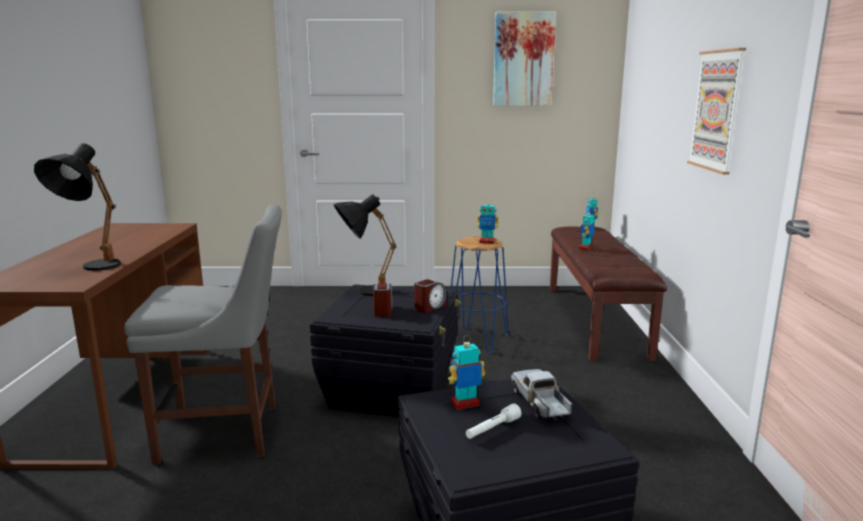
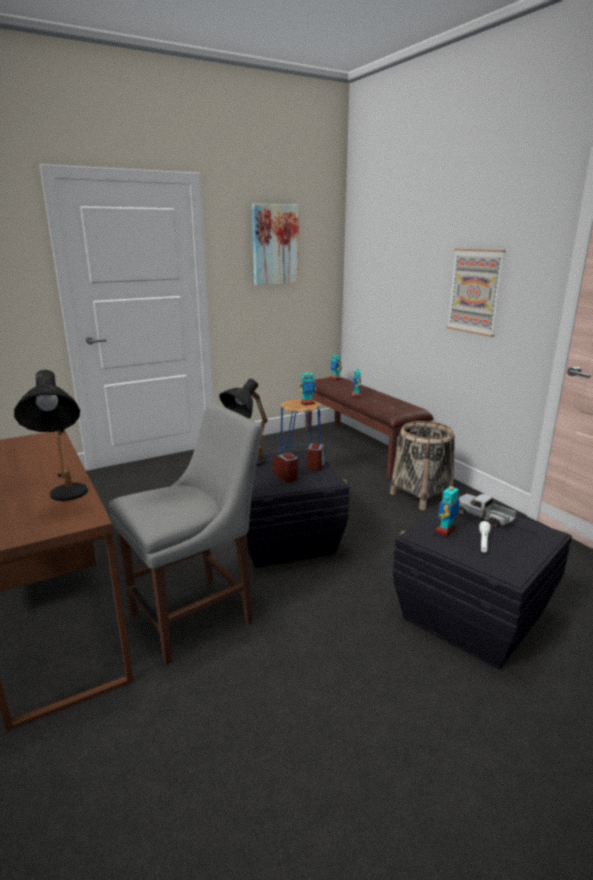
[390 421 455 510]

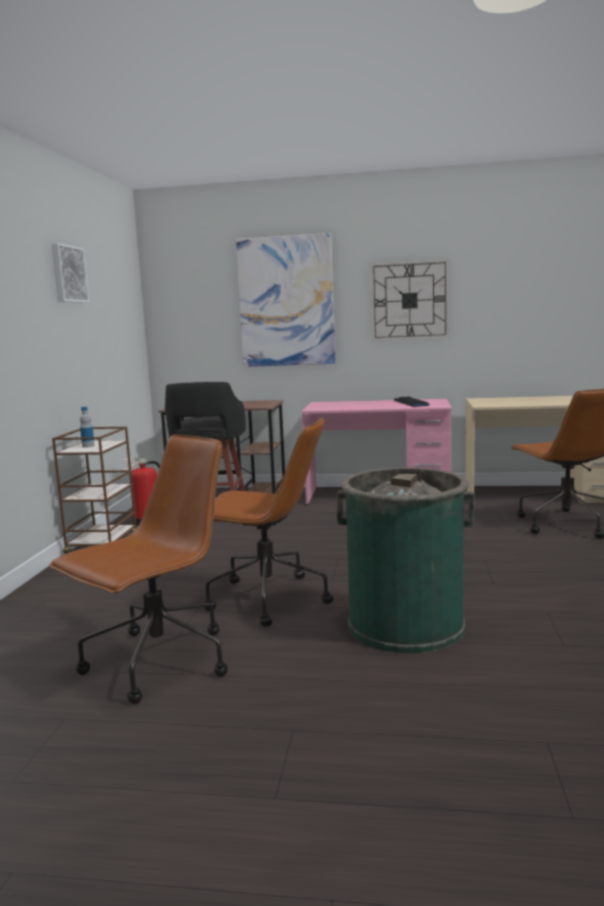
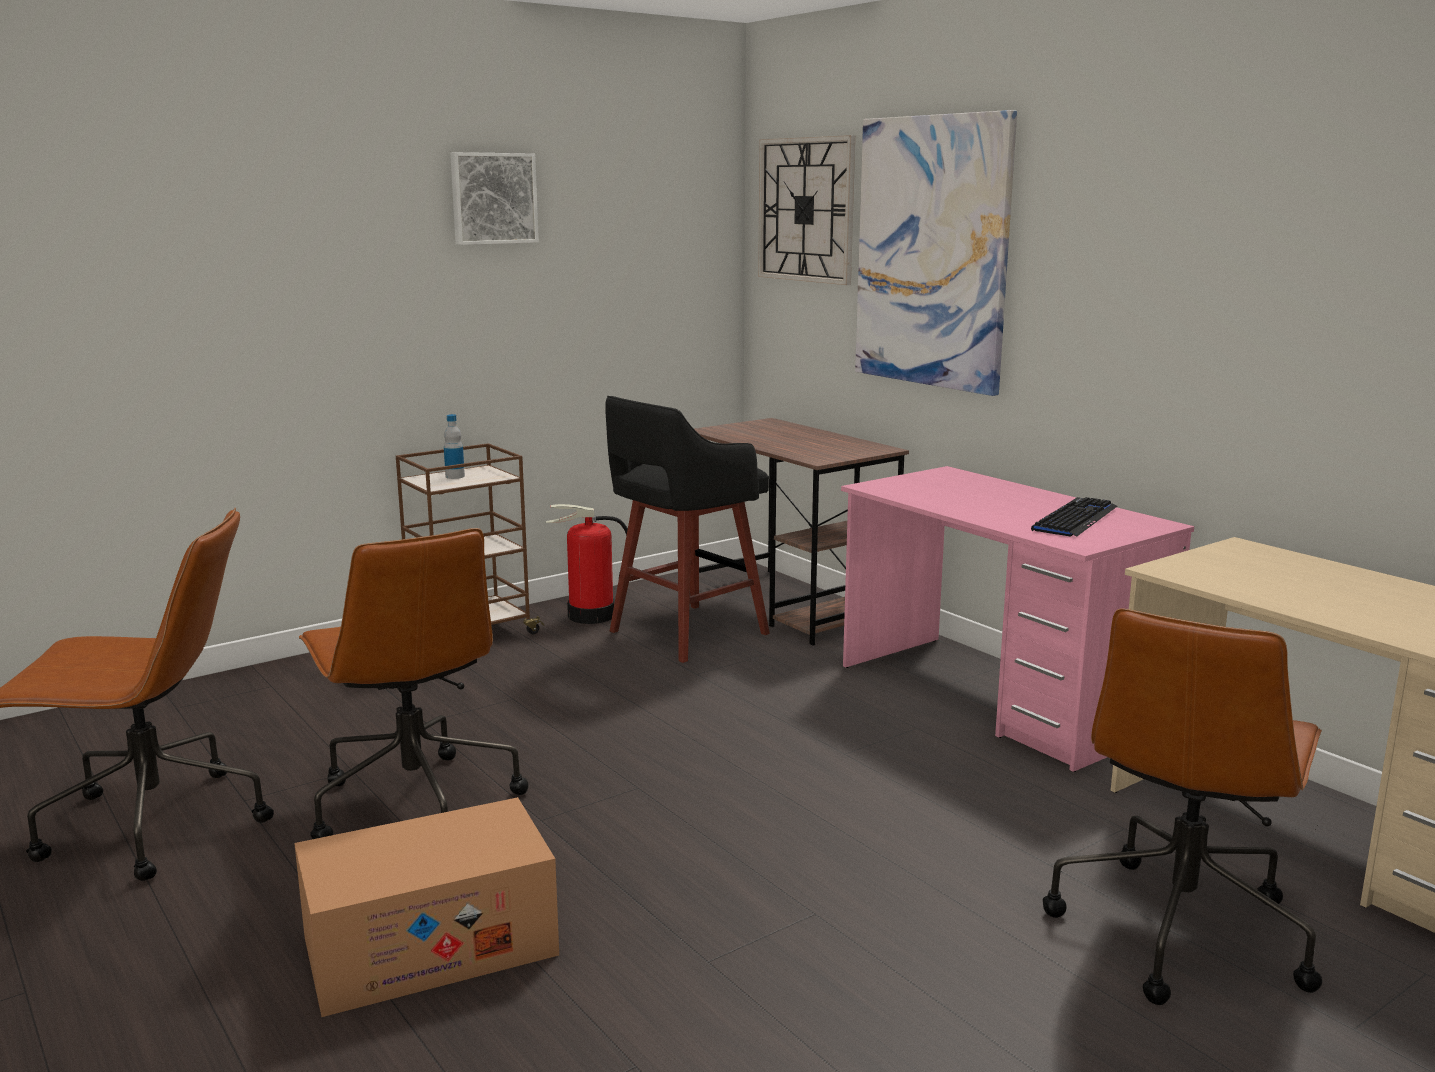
[294 797 559 1017]
[758 135 855 285]

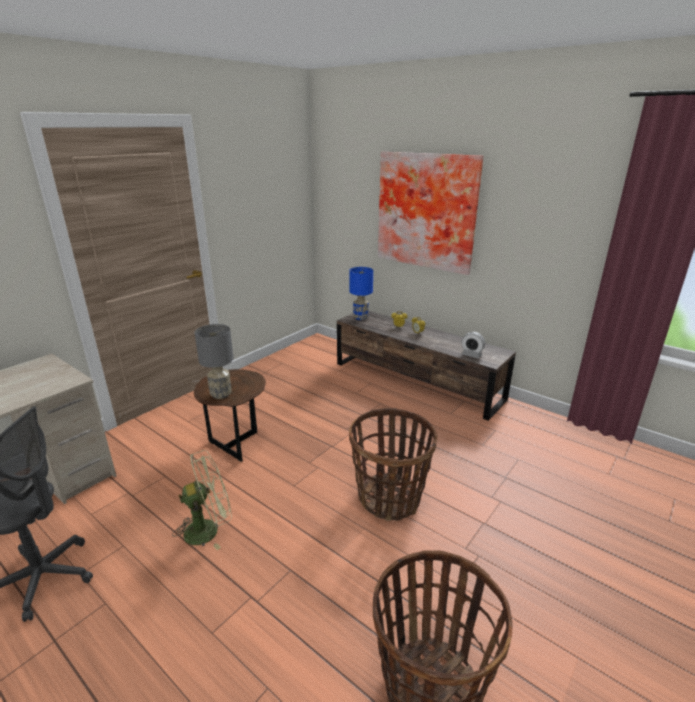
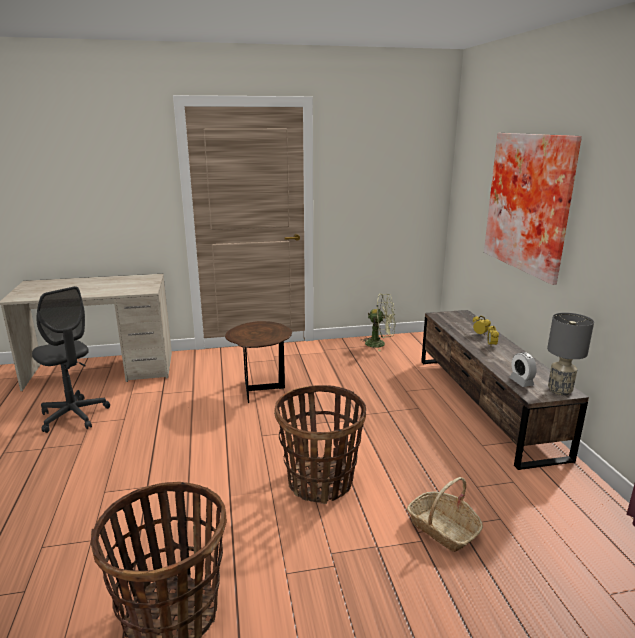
[360 293 395 351]
[407 477 483 552]
[547 313 594 395]
[349 267 373 320] (first image)

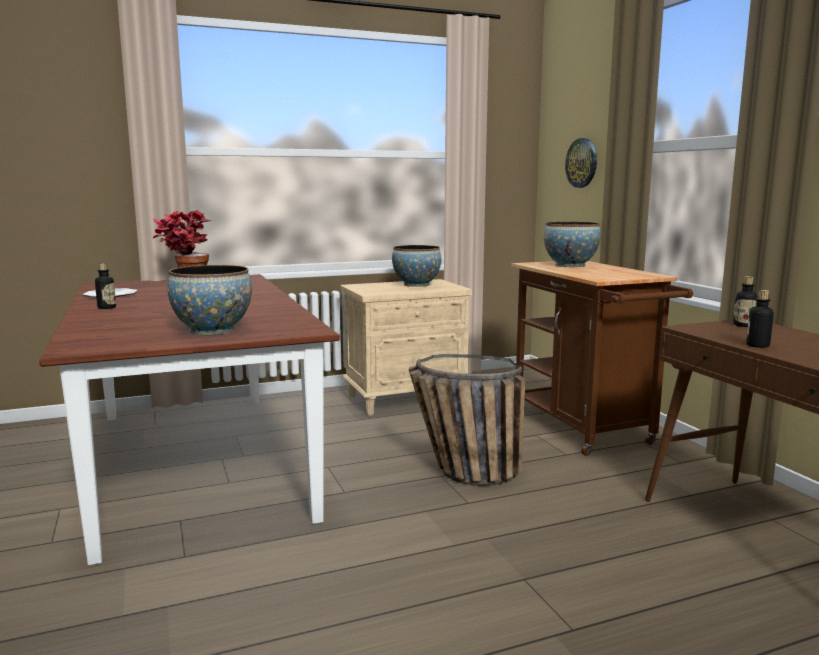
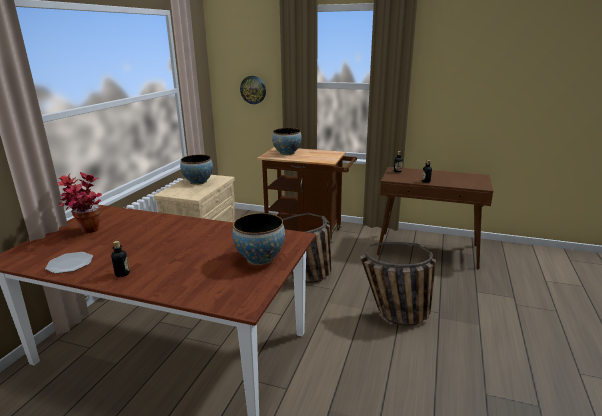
[360 242 436 326]

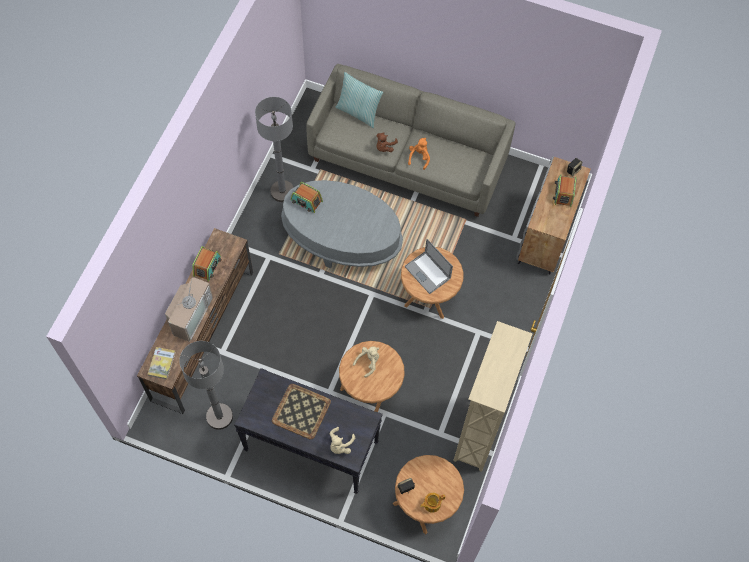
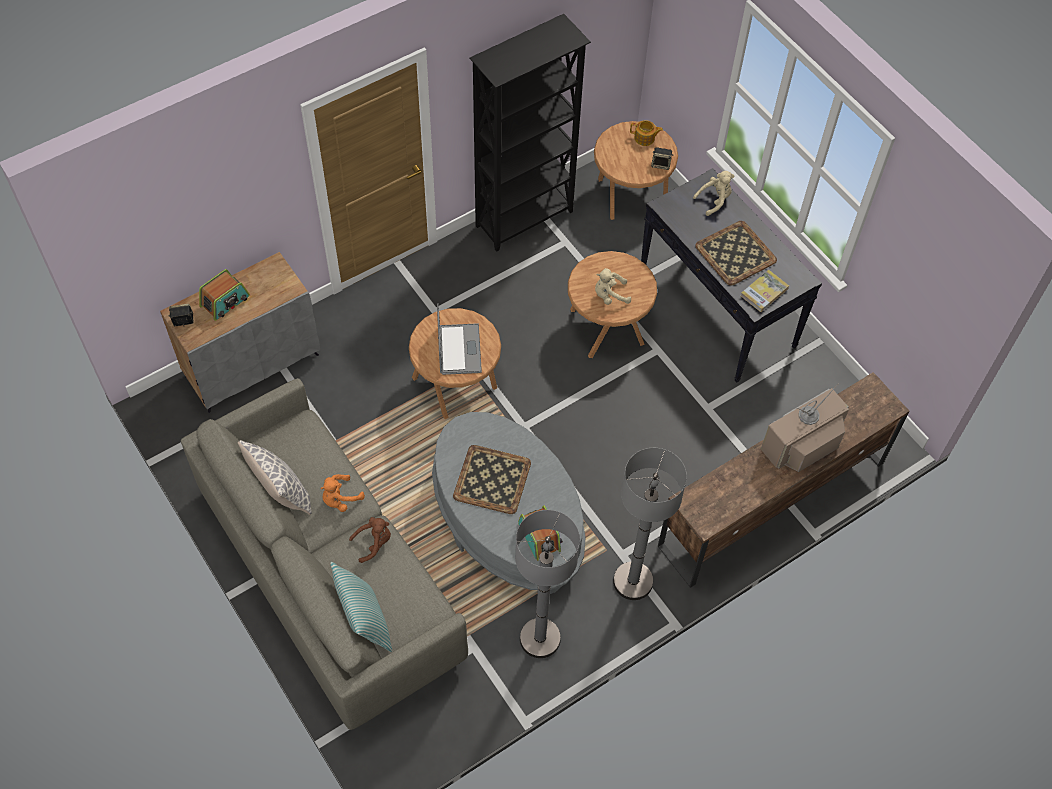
[238 440 312 515]
[453 445 531 514]
[469 14 591 252]
[613 448 687 600]
[741 270 789 312]
[192 246 222 282] (first image)

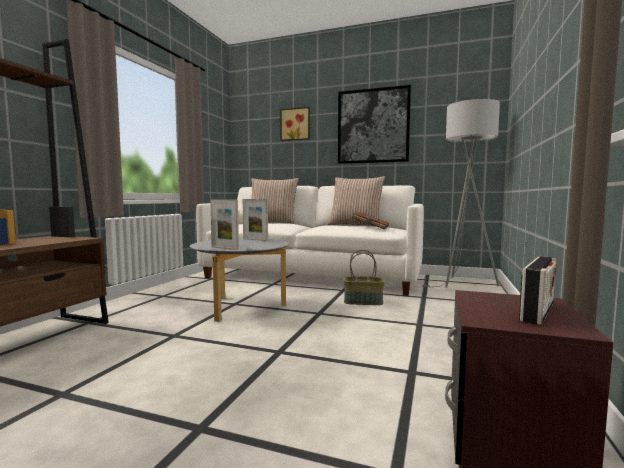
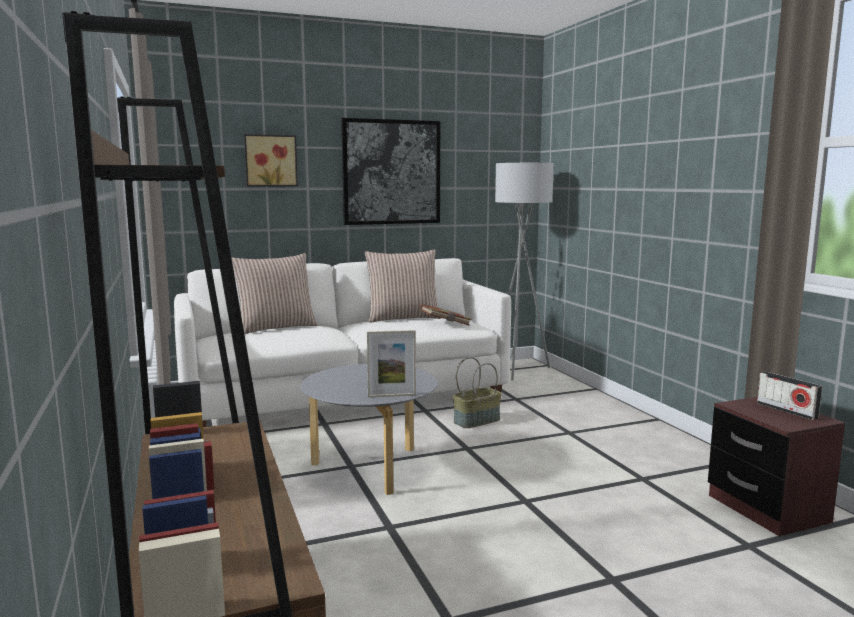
[757 372 823 420]
[243 199 268 241] (first image)

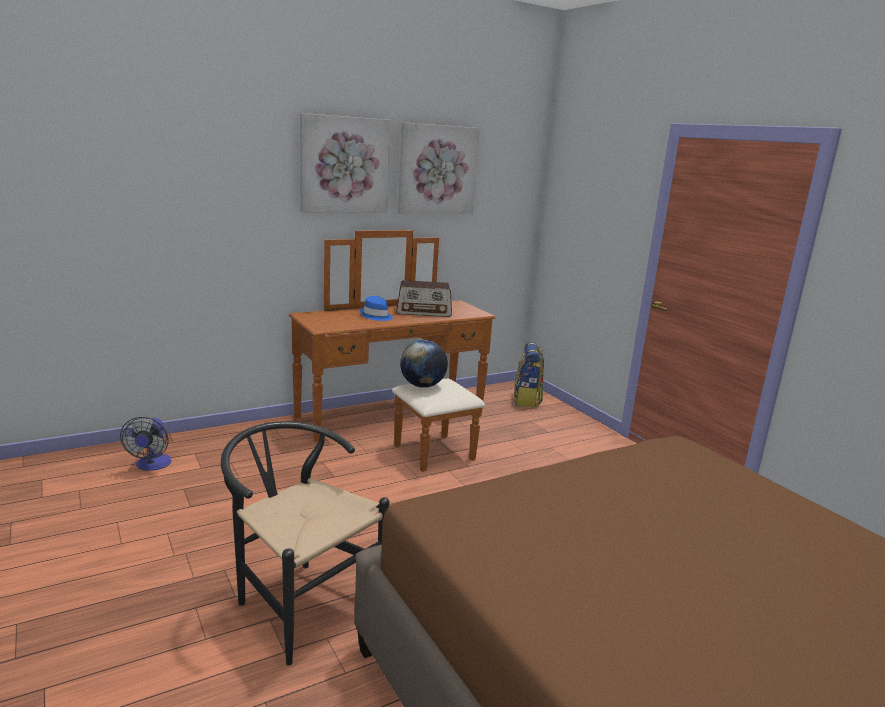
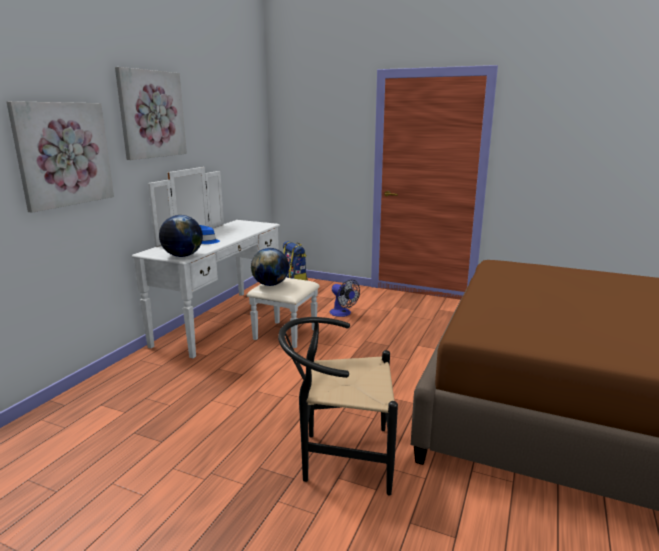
[7 101 114 213]
[132 167 320 358]
[159 215 203 257]
[330 279 360 317]
[396 280 452 317] (first image)

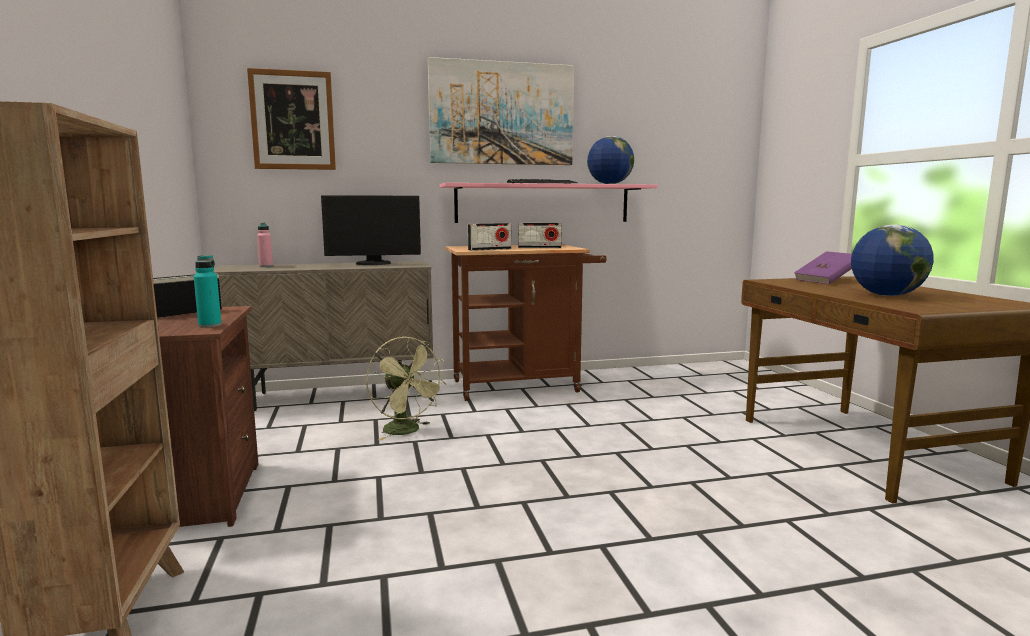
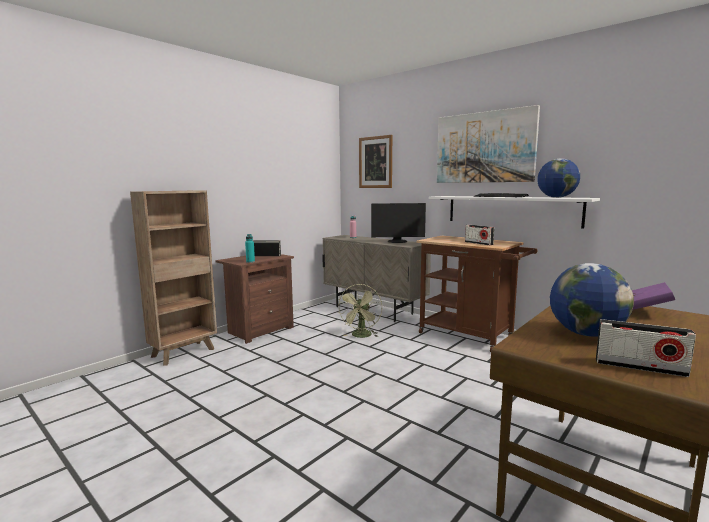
[371 203 426 243]
[429 196 600 229]
[596 319 696 377]

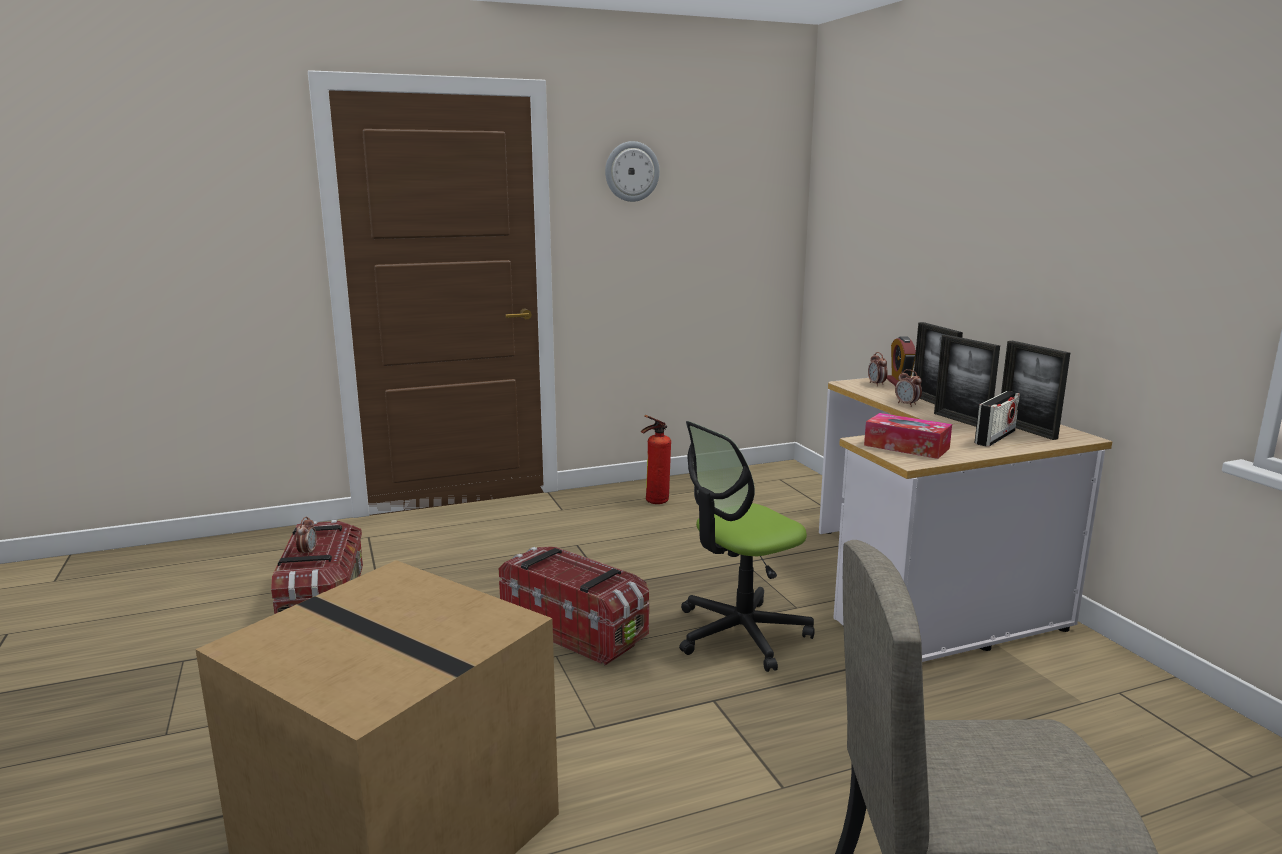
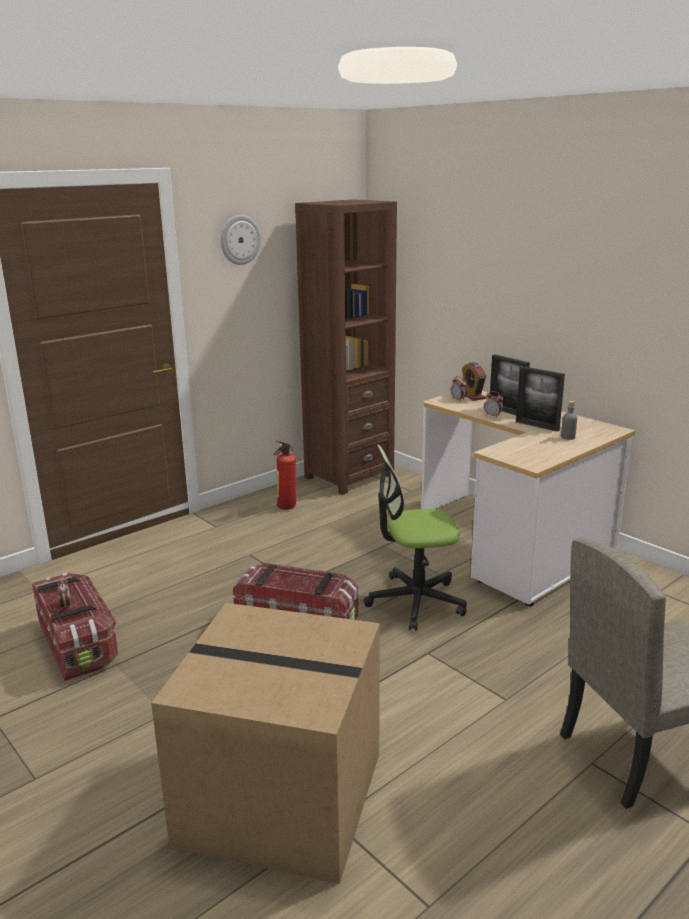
[295 199 397 495]
[363 444 467 631]
[561 401 577 440]
[864 413 952 459] (first image)
[1001 341 1070 440] (first image)

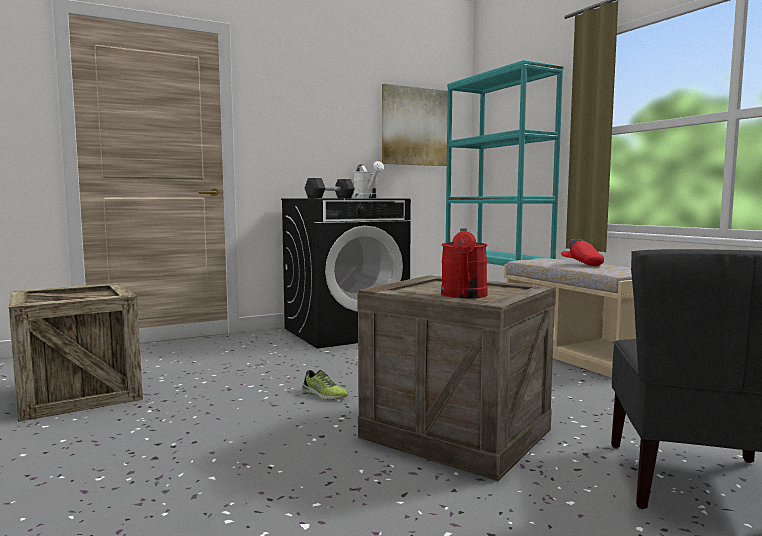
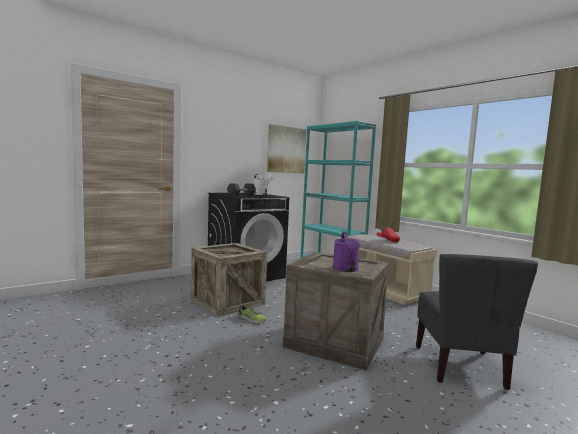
[191 243 267 317]
[333 232 360 272]

